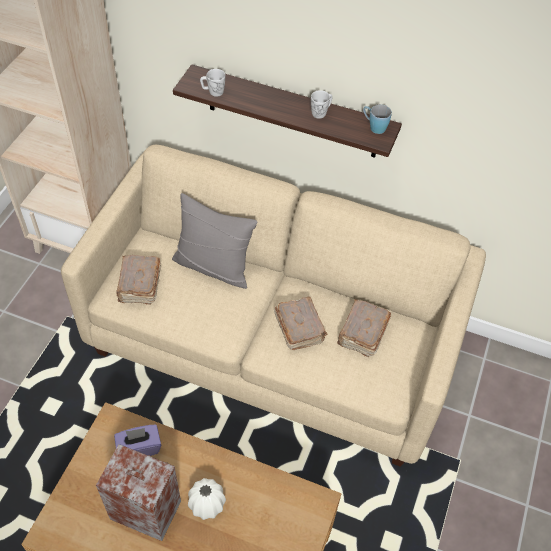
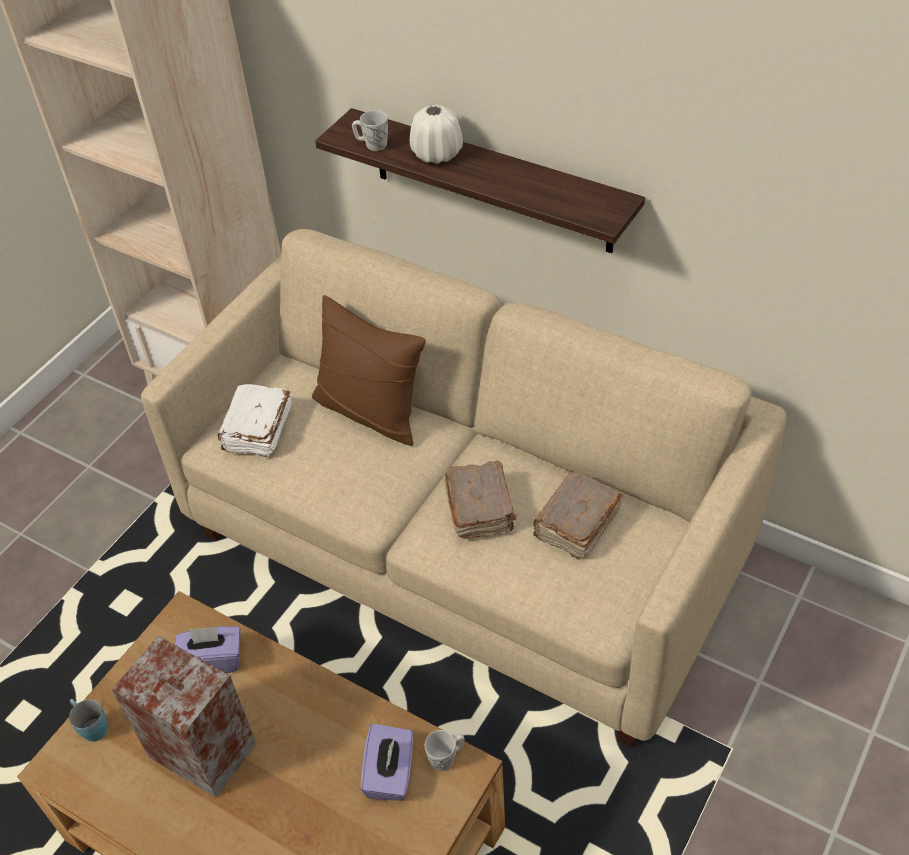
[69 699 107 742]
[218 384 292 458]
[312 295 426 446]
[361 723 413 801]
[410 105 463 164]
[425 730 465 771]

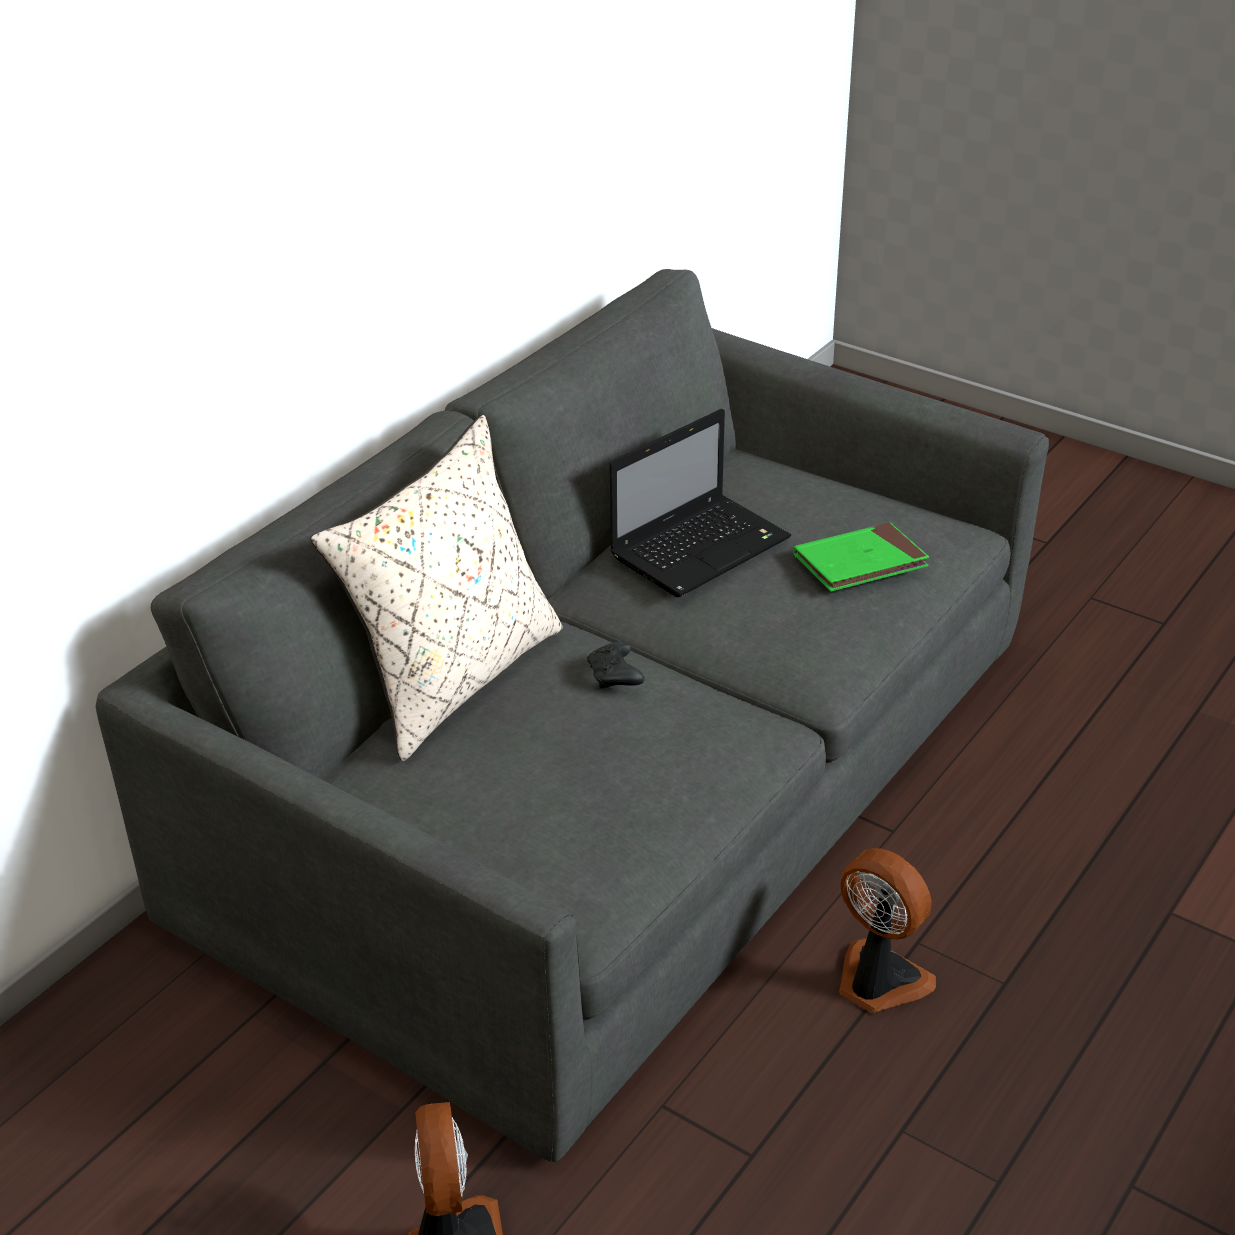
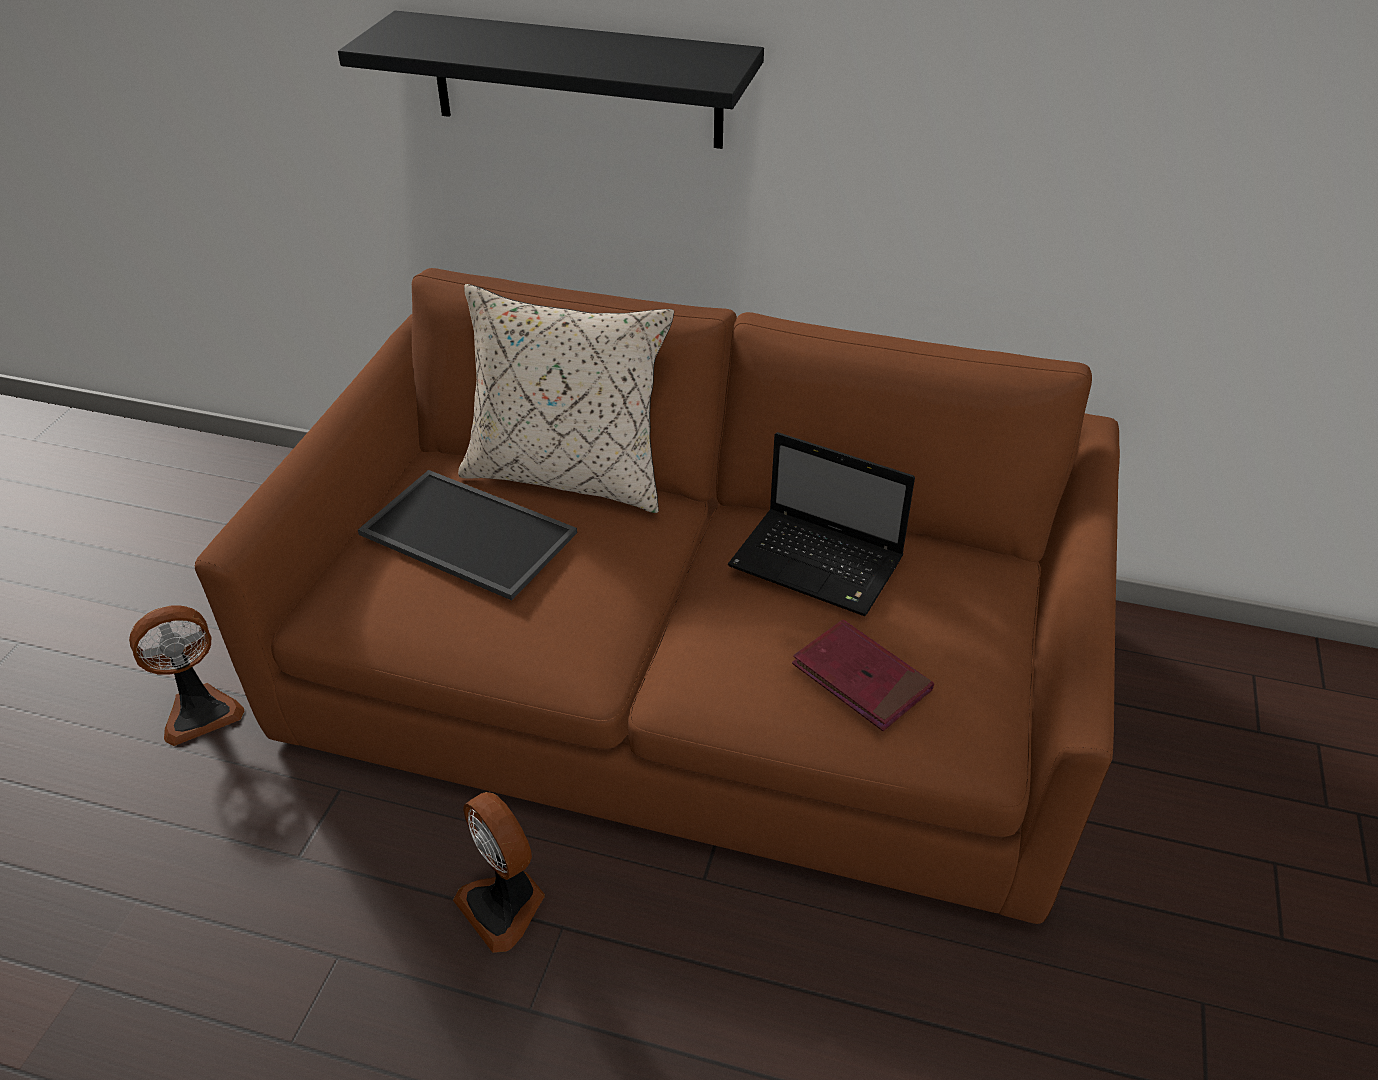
[194 268 1120 924]
[338 11 764 149]
[358 470 577 600]
[453 792 545 953]
[792 620 934 731]
[587 642 645 688] (first image)

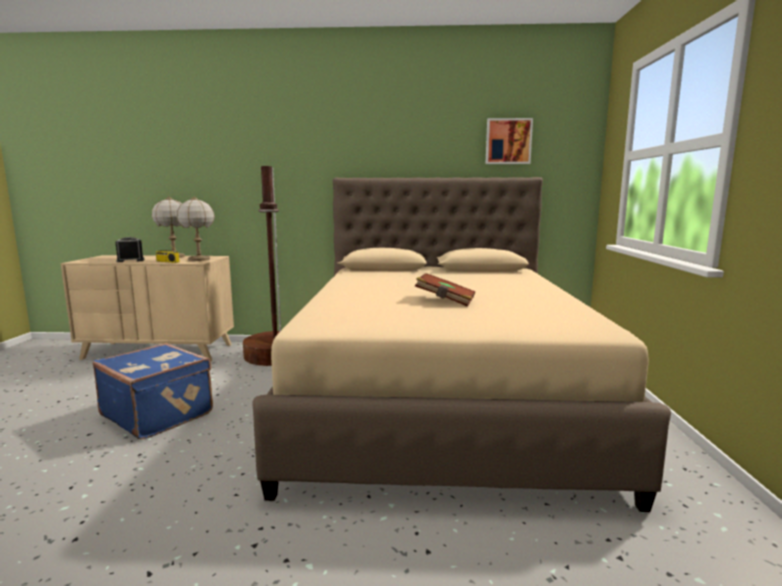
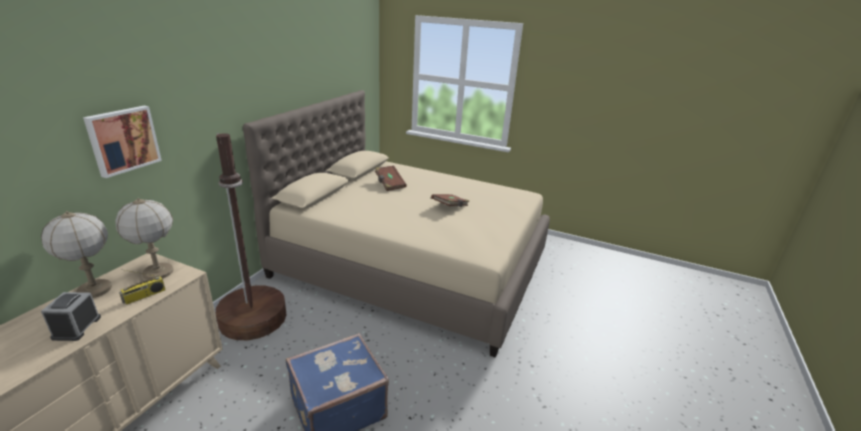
[83 106 162 178]
[375 166 407 191]

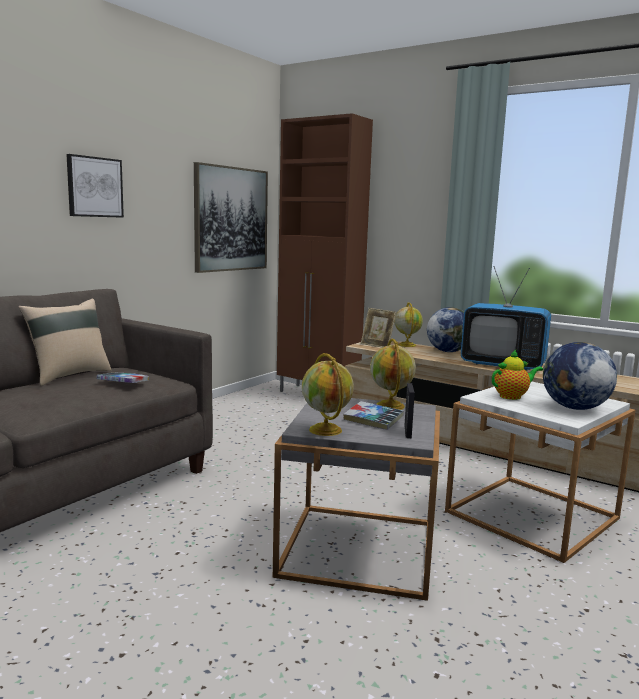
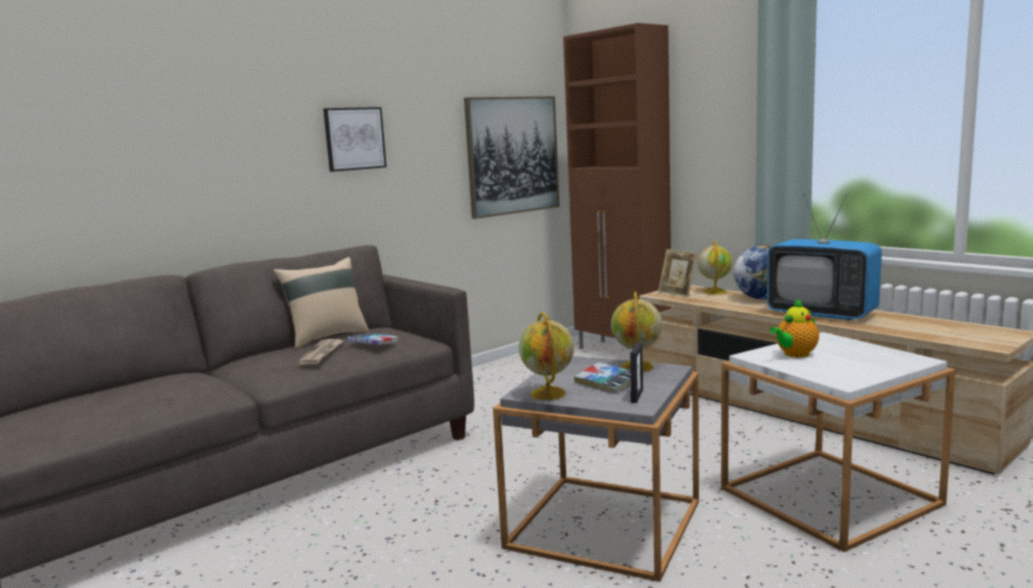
[297 339 344 365]
[769 298 819 357]
[543 342 617 410] (first image)

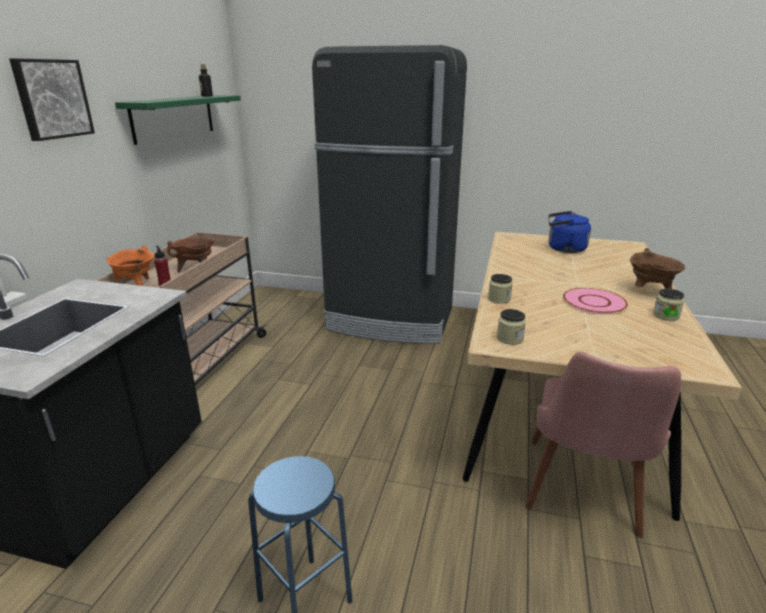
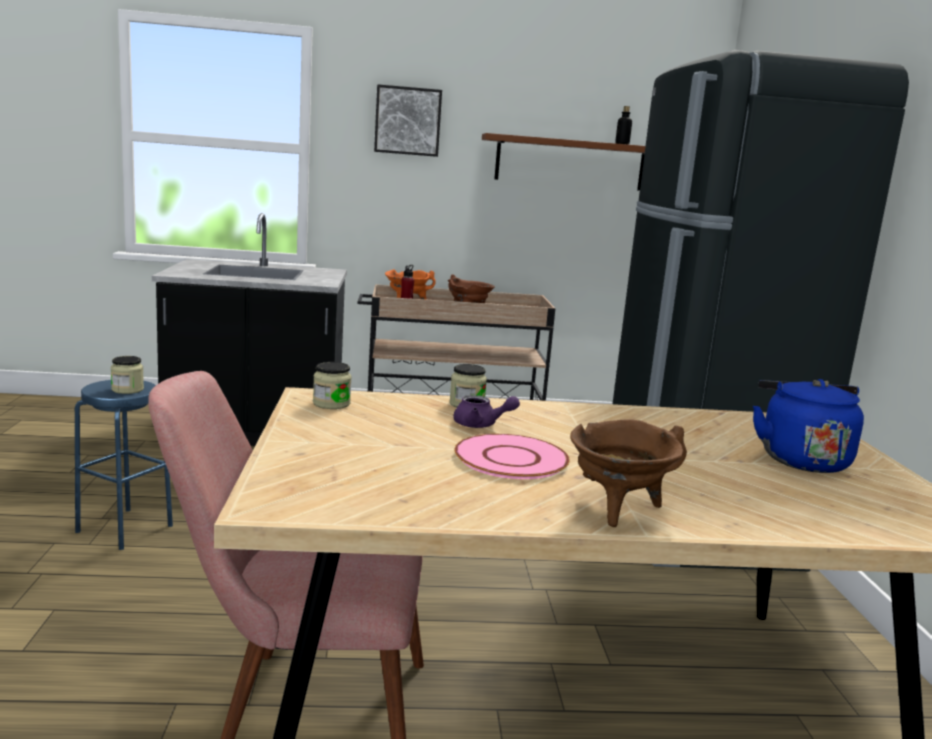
[111 356 144 394]
[453 395 520 428]
[482 133 645 191]

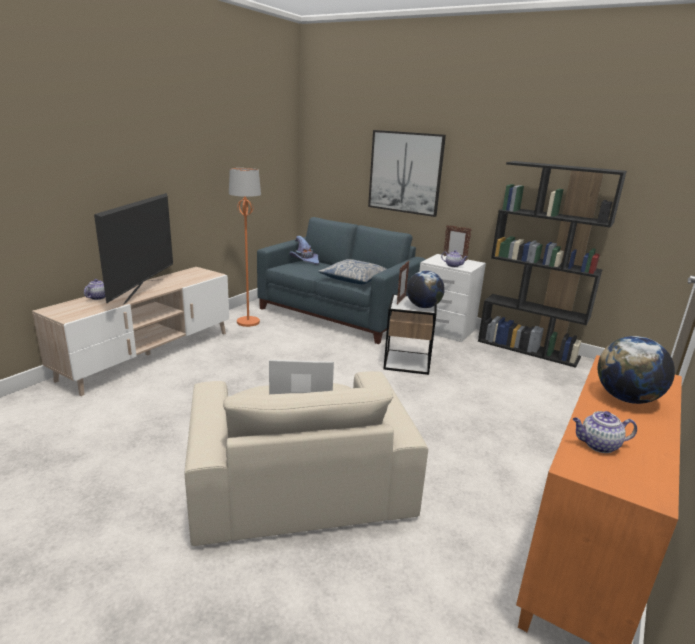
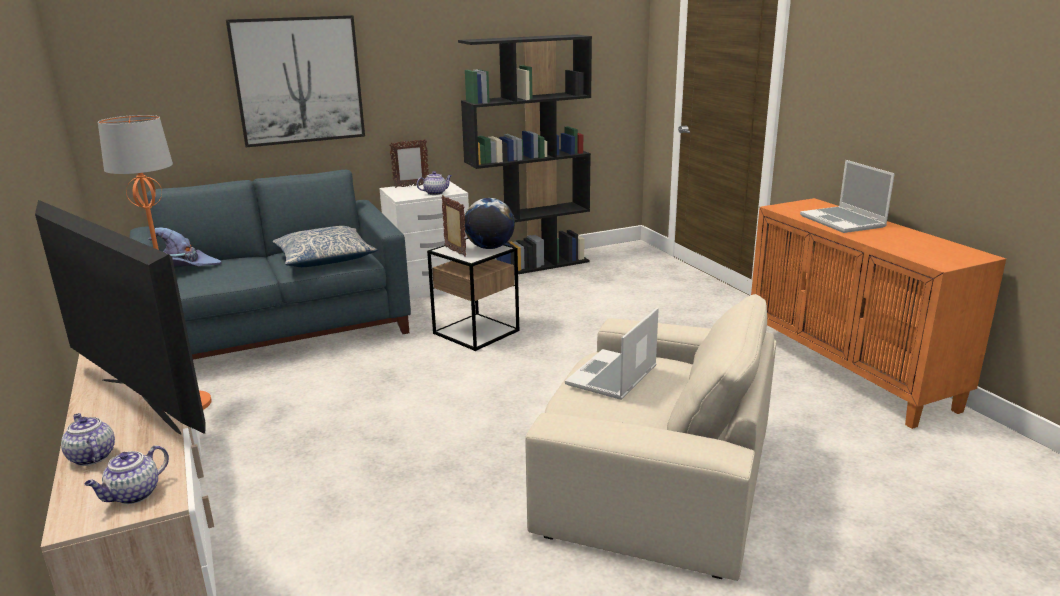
[84 445 169 504]
[800 160 895 233]

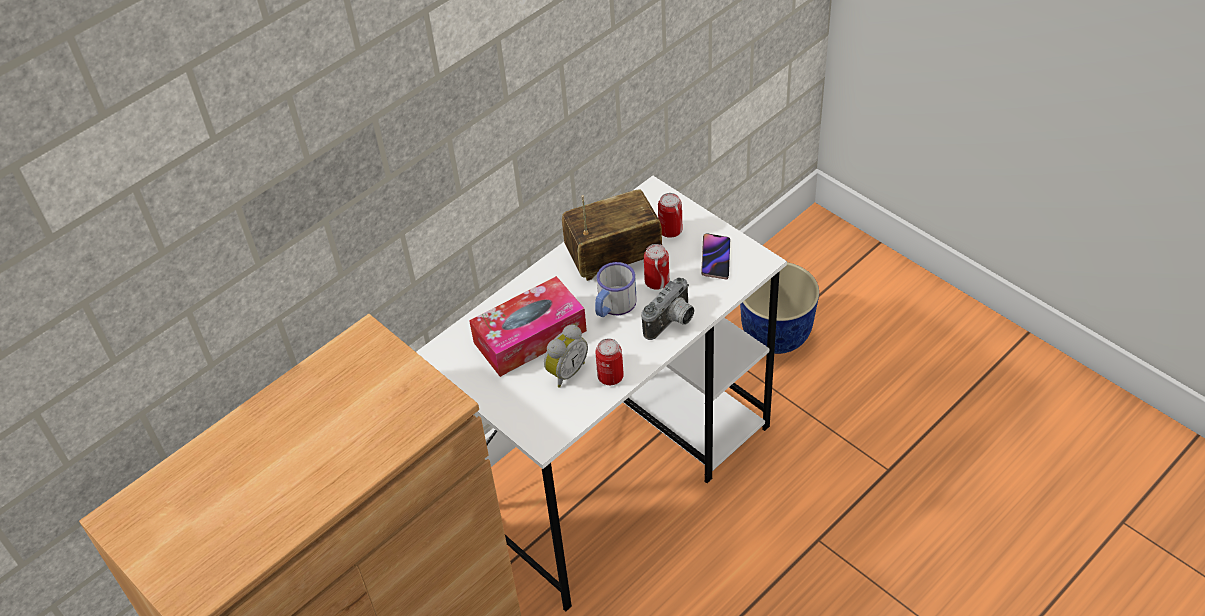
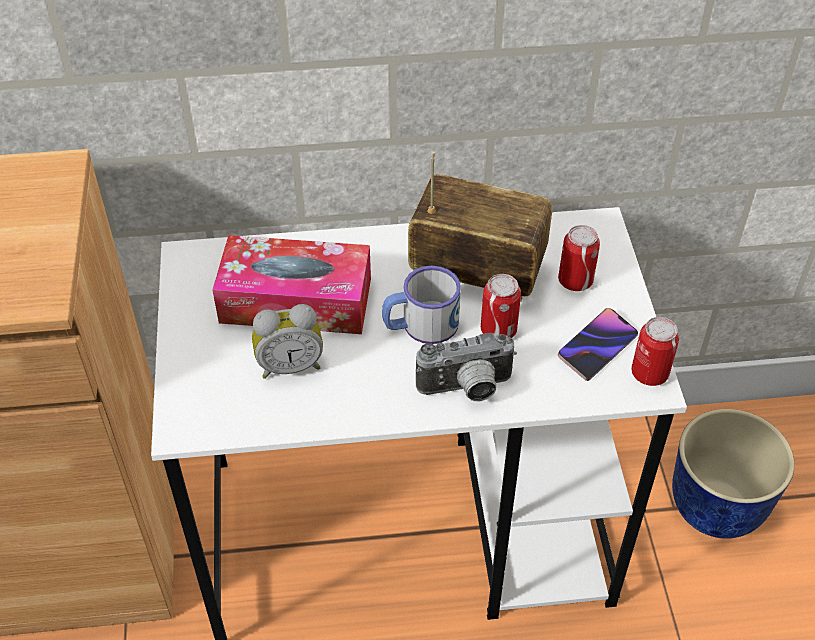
[631 317 679 386]

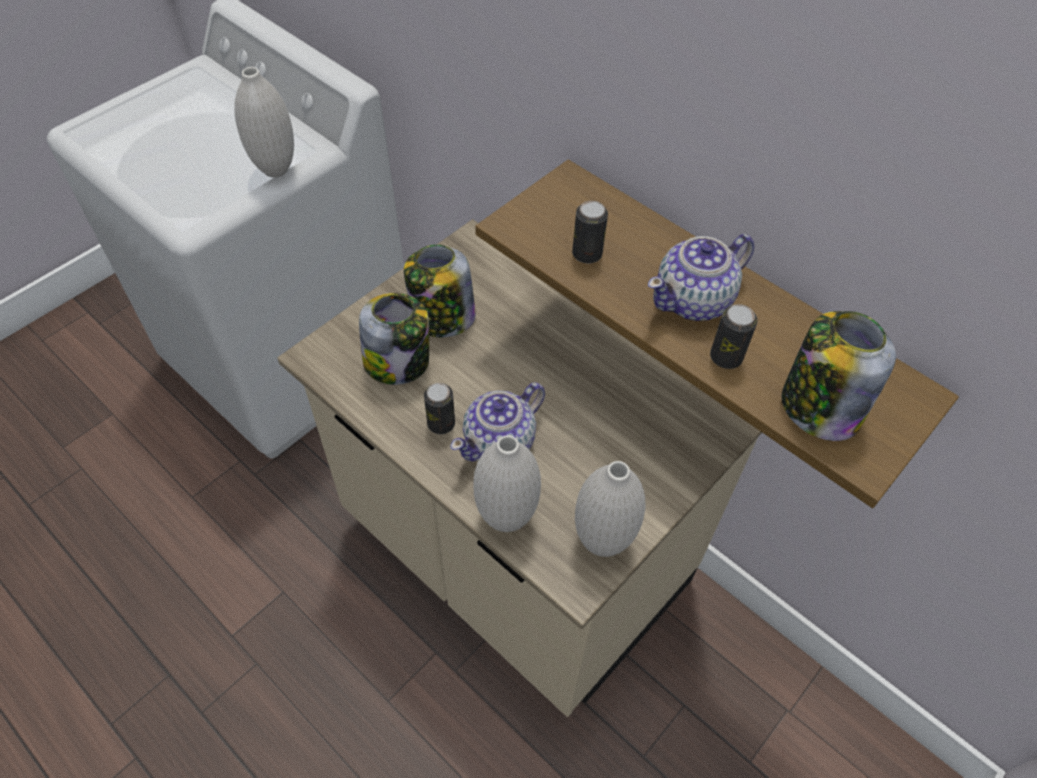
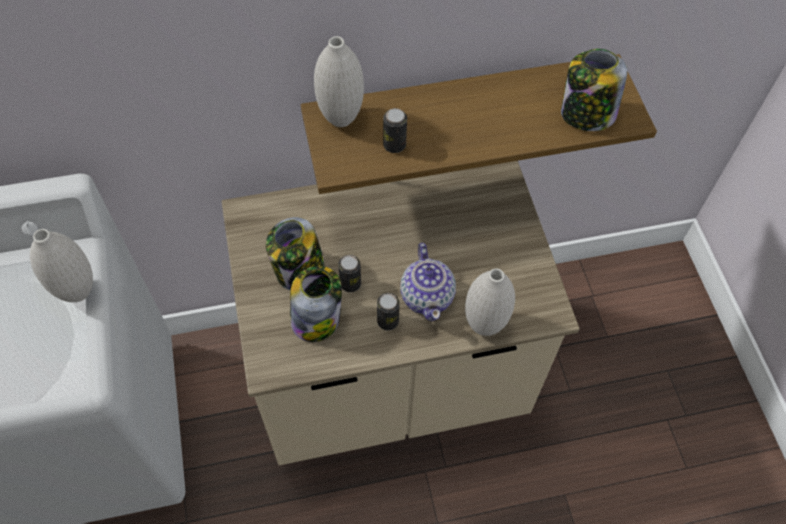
[314 36 364 127]
[338 255 361 292]
[648 234 754 321] (first image)

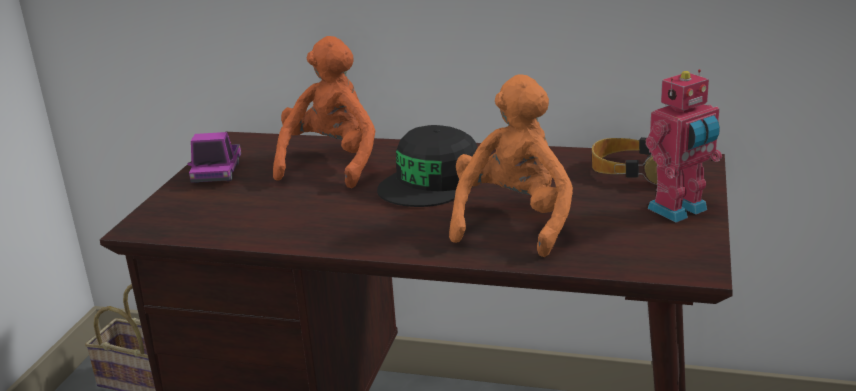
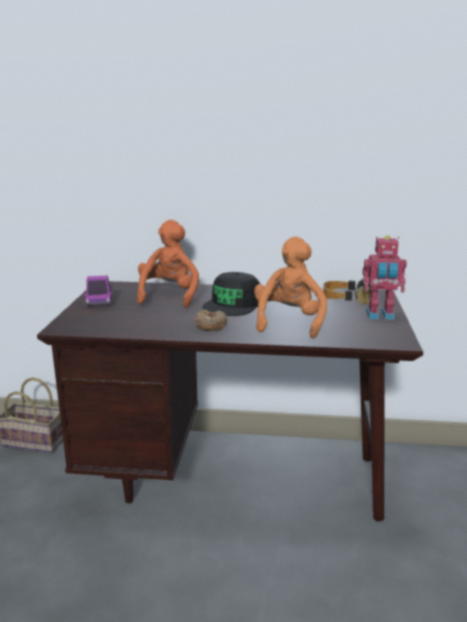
[194 309 227 331]
[362 235 407 320]

